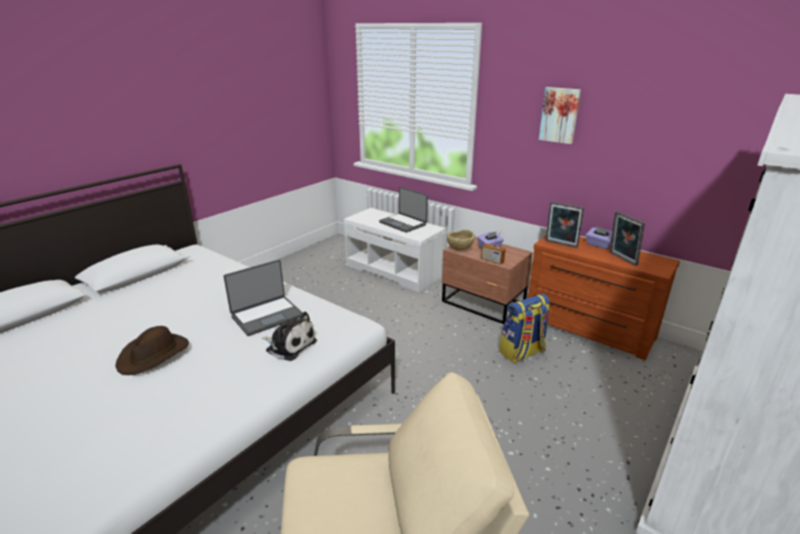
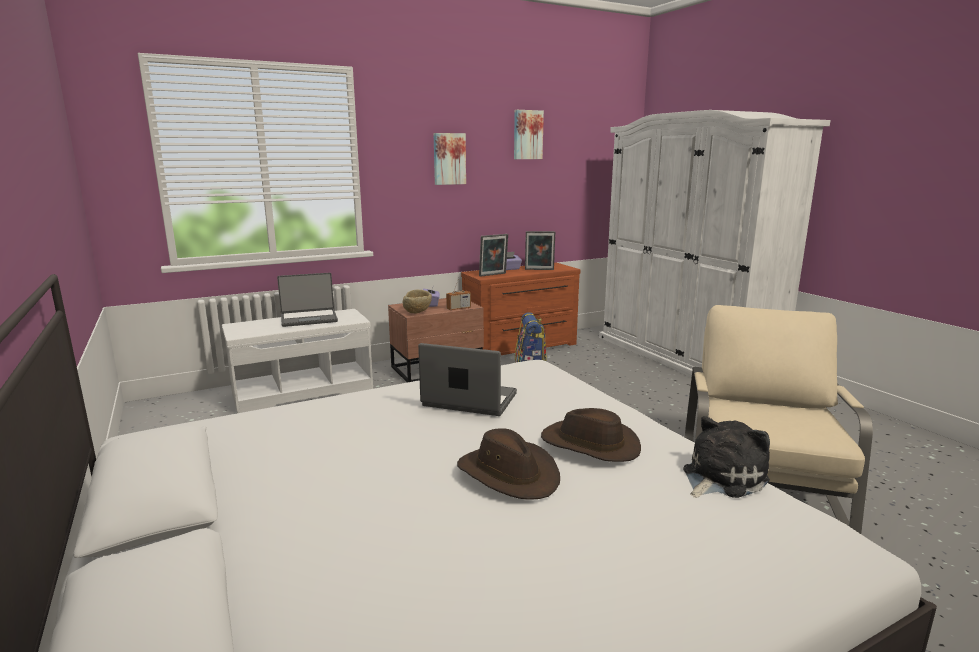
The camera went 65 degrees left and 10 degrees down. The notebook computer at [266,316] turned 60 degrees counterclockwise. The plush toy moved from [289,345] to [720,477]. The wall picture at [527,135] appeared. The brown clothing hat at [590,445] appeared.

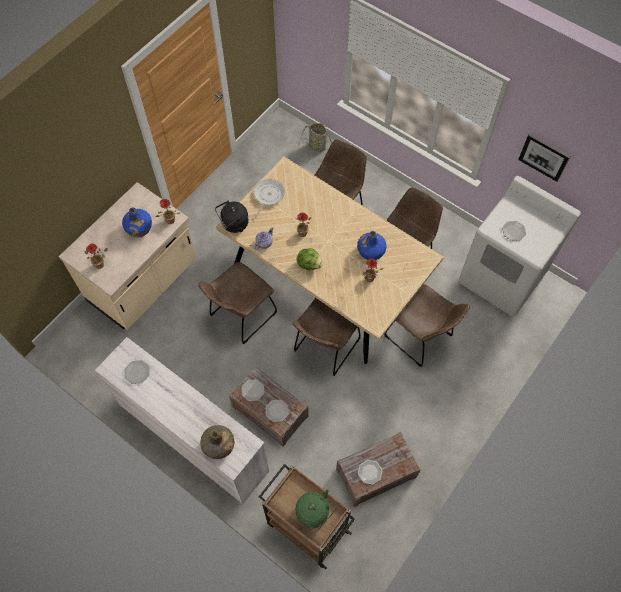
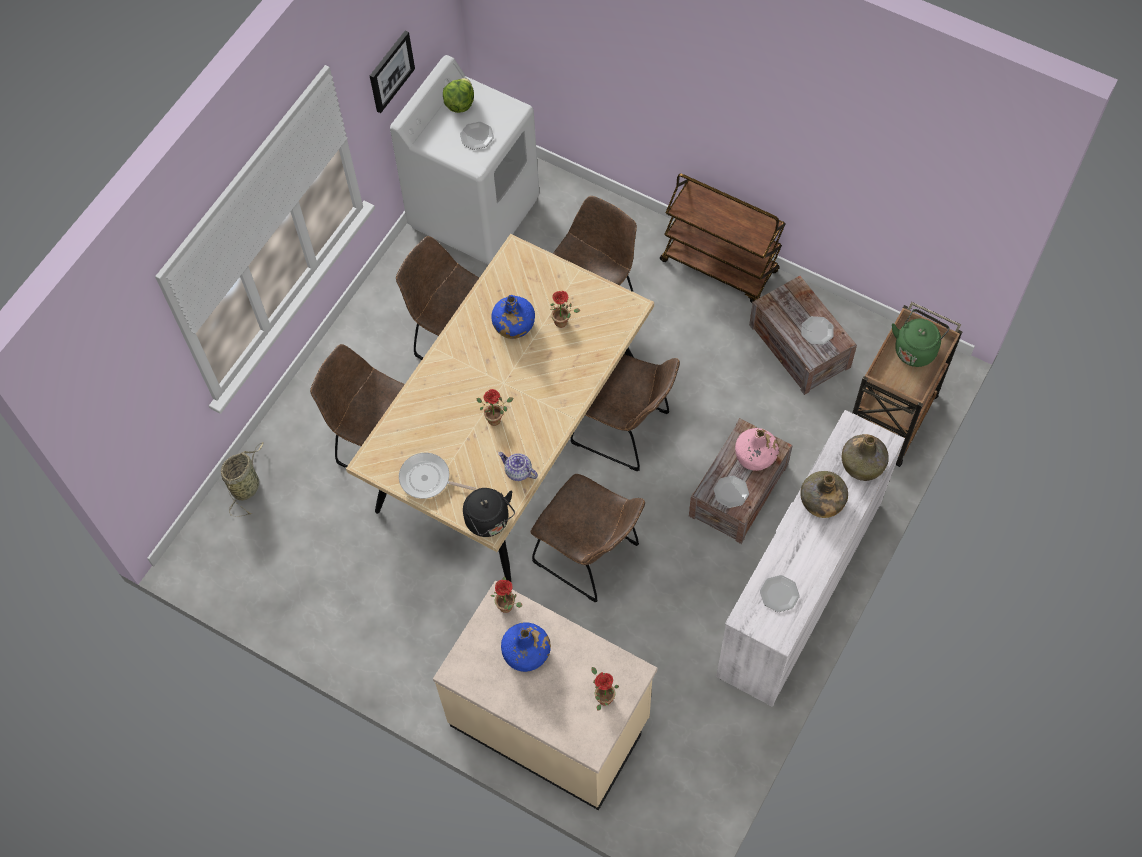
The camera went 95 degrees left and 0 degrees up. The lettuce moved from [309,264] to [459,104]. The flat dish at [276,411] was replaced by the pink bottle at [755,456]. The brown cart at [720,266] appeared. The green bottle at [821,501] appeared.

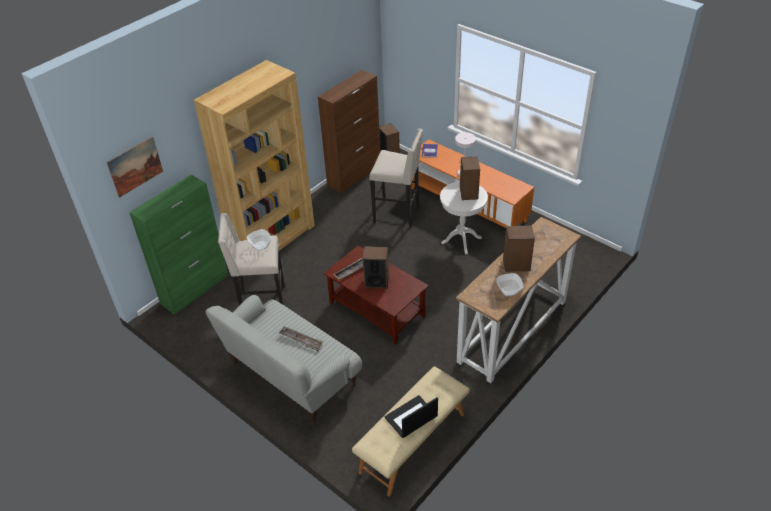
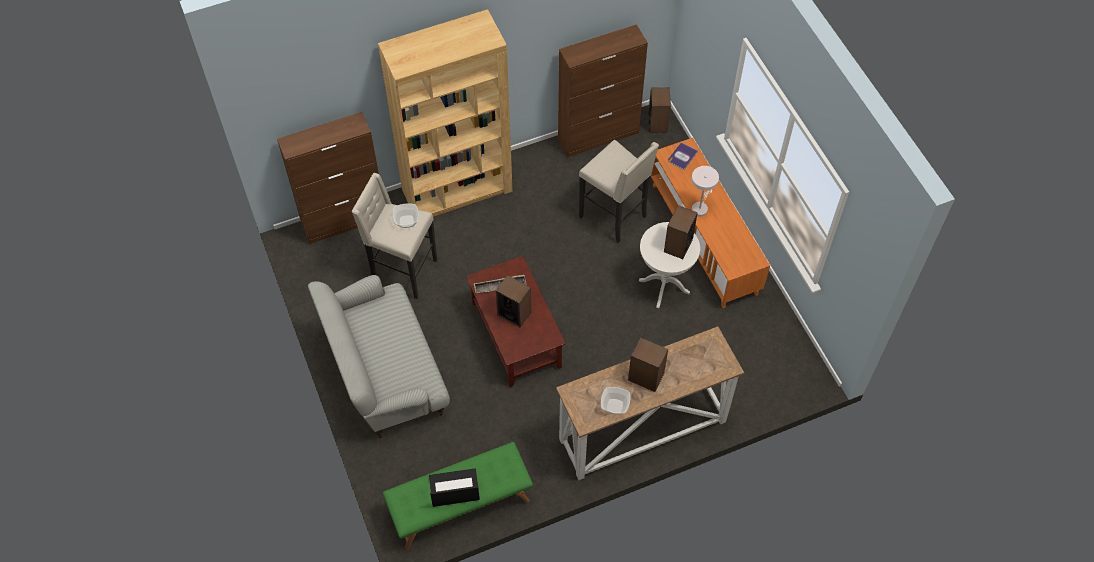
The camera went 25 degrees right and 15 degrees up. The wall picture at [135,166] disappeared. The green cabinet at [195,289] became the brown cabinet at [345,221]. The tray at [301,340] disappeared. The sand-coloured indoor bench at [413,443] became the green indoor bench at [460,507].

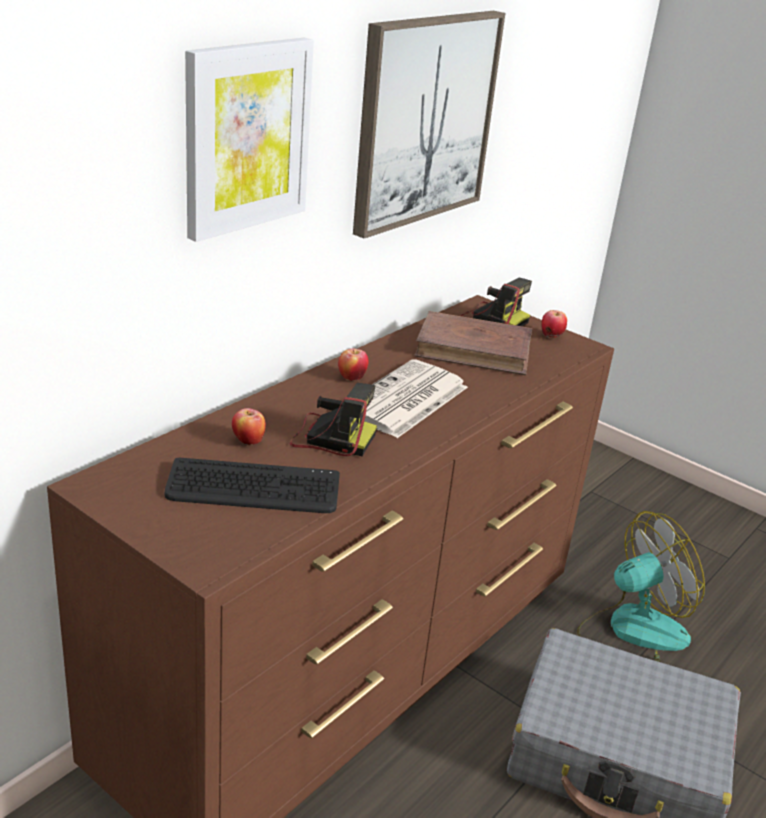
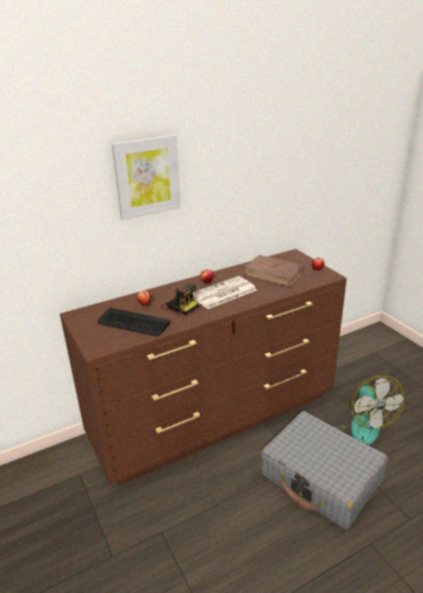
The camera went 25 degrees right and 0 degrees up. The wall picture at [424,120] disappeared. The still camera at [493,319] disappeared. The cooling fan at [632,634] turned 75 degrees clockwise.

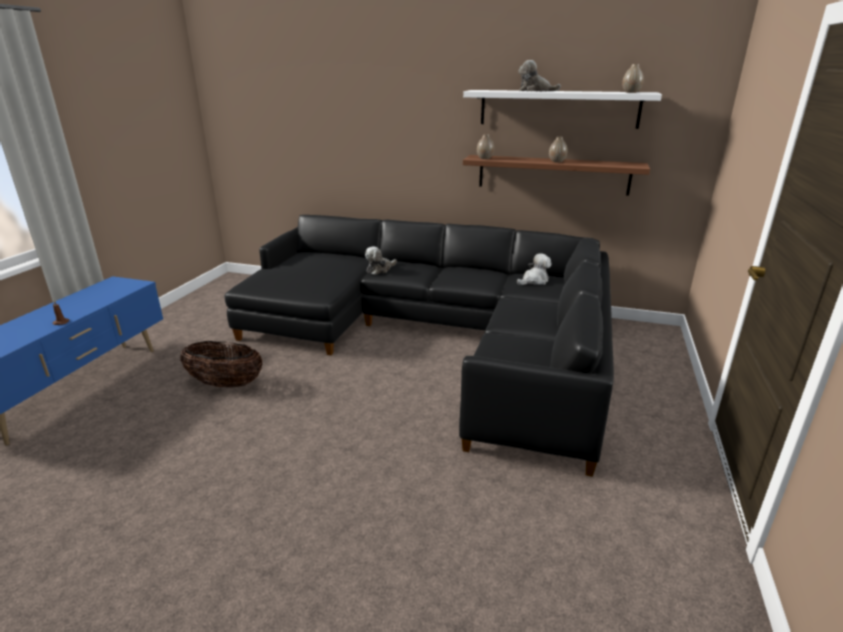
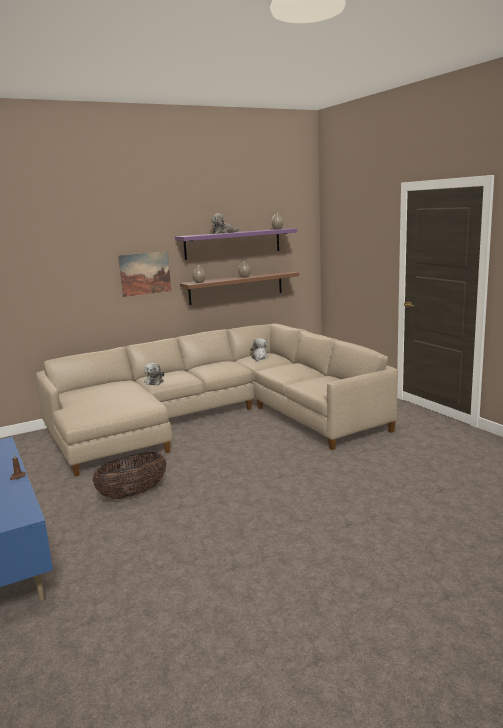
The camera went 45 degrees left and 10 degrees down. The white bracket shelf at [558,108] became the purple bracket shelf at [233,243]. The black couch at [436,337] became the sand-coloured couch at [215,419]. The wall picture at [145,273] appeared.

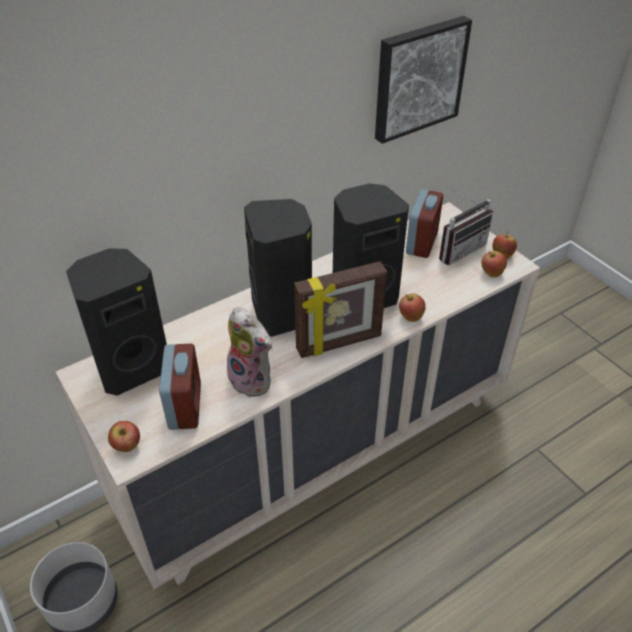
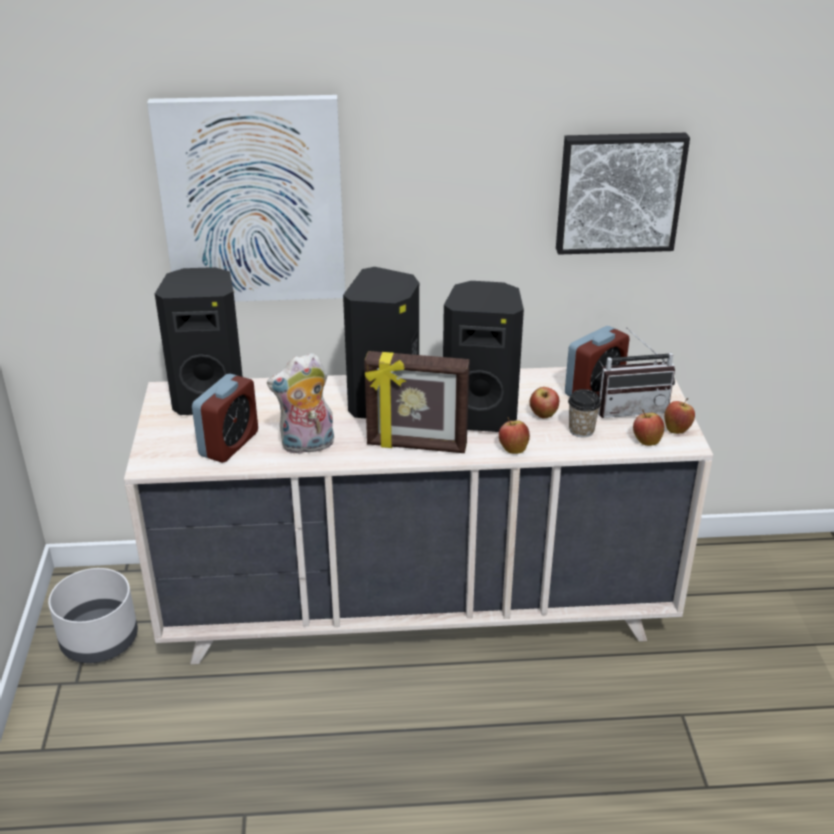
The camera went 30 degrees right and 10 degrees down. The plush toy at [253,380] turned 90 degrees clockwise. The apple fruit moved from [127,446] to [543,415]. The wall picture at [253,201] appeared. The drinking cup at [581,430] appeared.

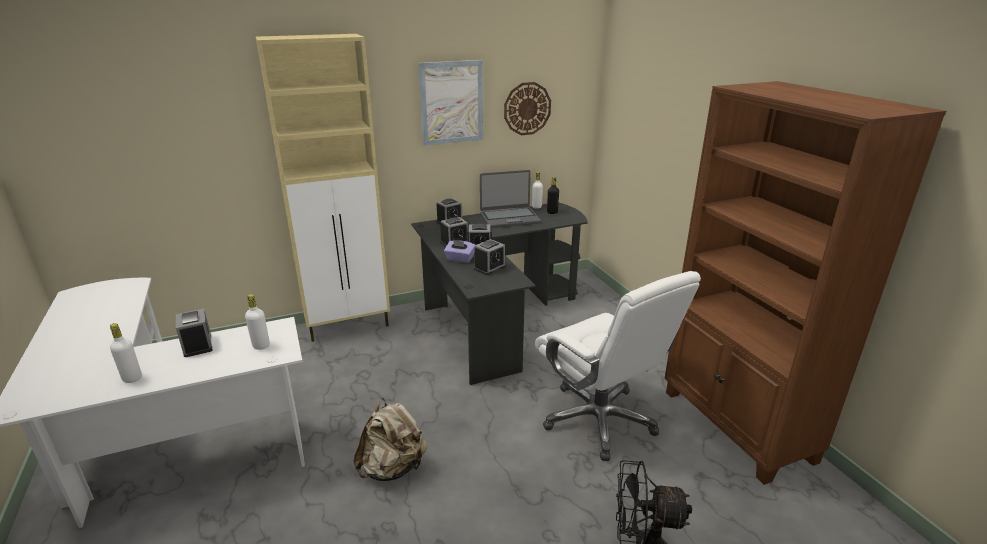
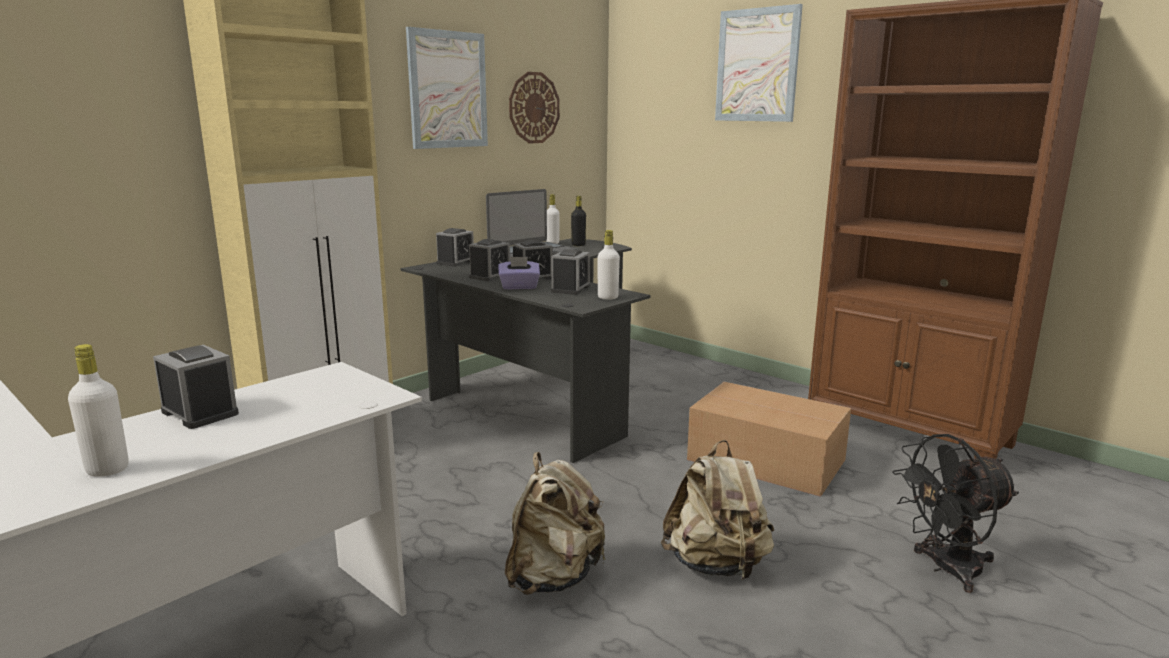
The camera went 25 degrees left and 10 degrees down. The white office chair at [600,420] was replaced by the packing box at [767,460]. The white bottle moved from [261,345] to [608,297]. The wall picture at [757,65] appeared. The sand-coloured backpack at [716,565] appeared.

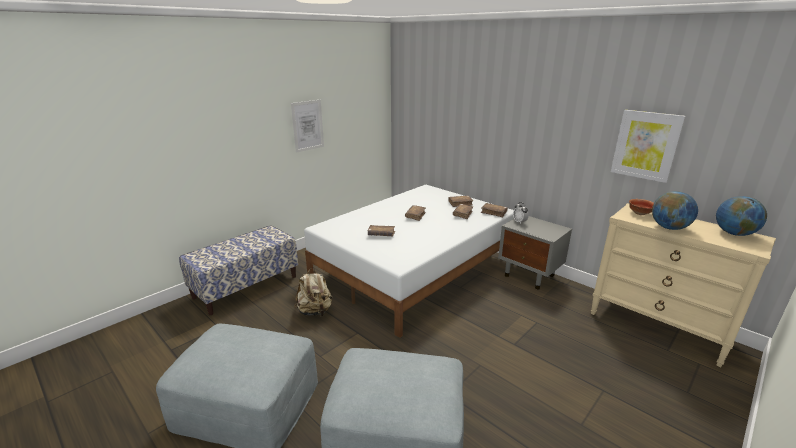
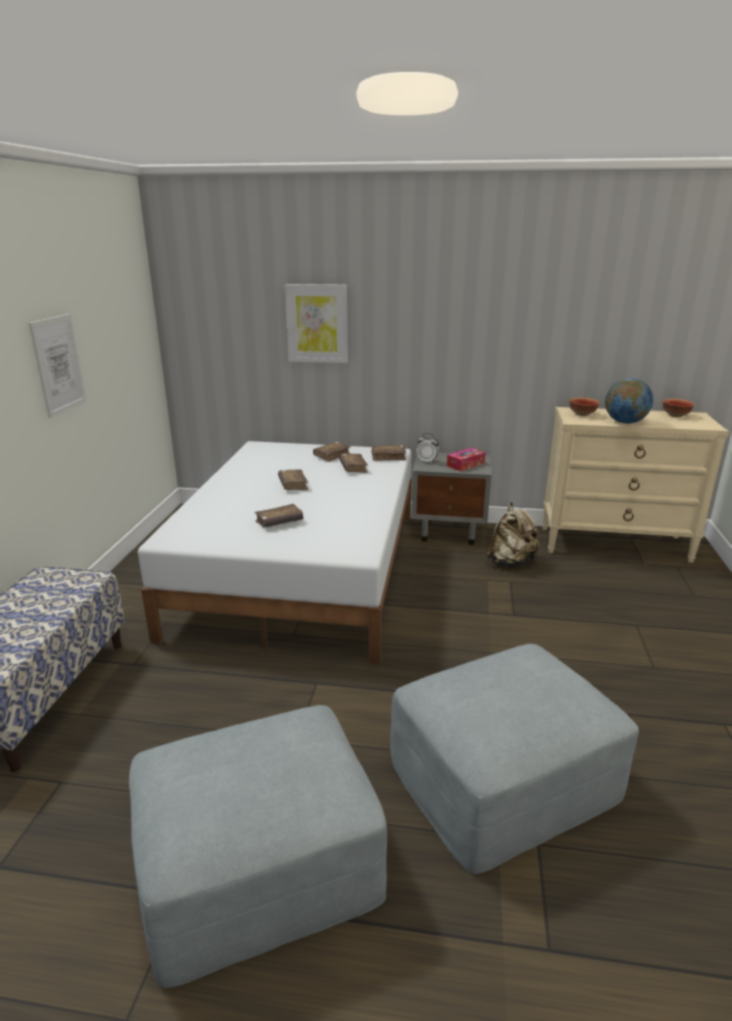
The camera went 35 degrees left and 0 degrees up. The wall picture moved from [646,145] to [317,323]. The globe at [734,233] was replaced by the serving bowl at [676,416]. The sand-coloured backpack moved from [315,311] to [510,562]. The box of tissues at [465,464] appeared.

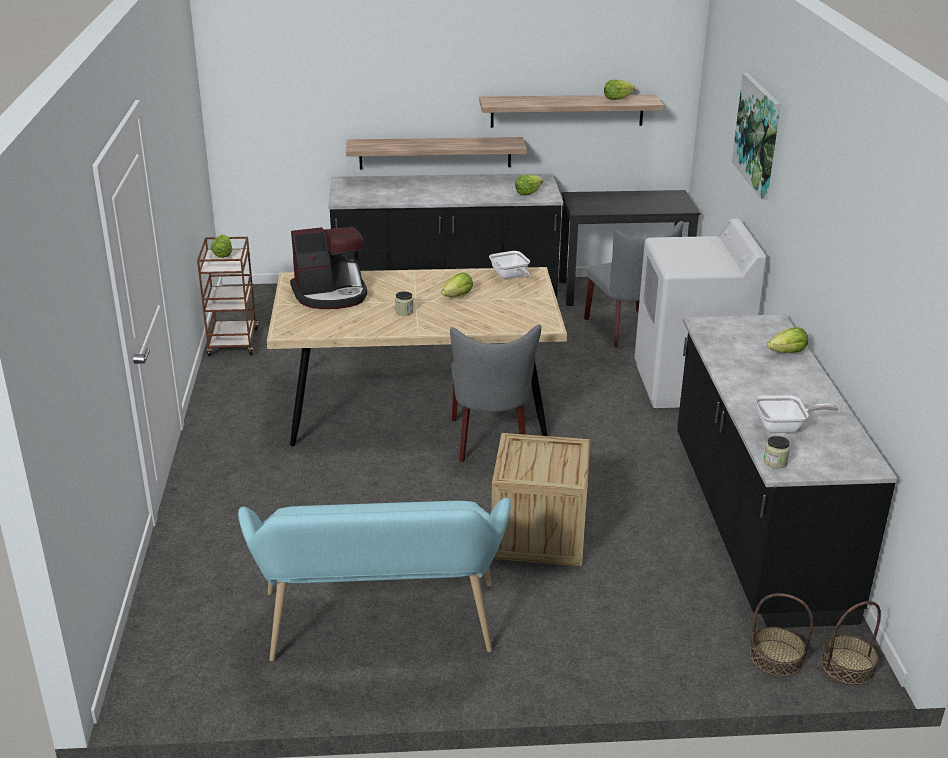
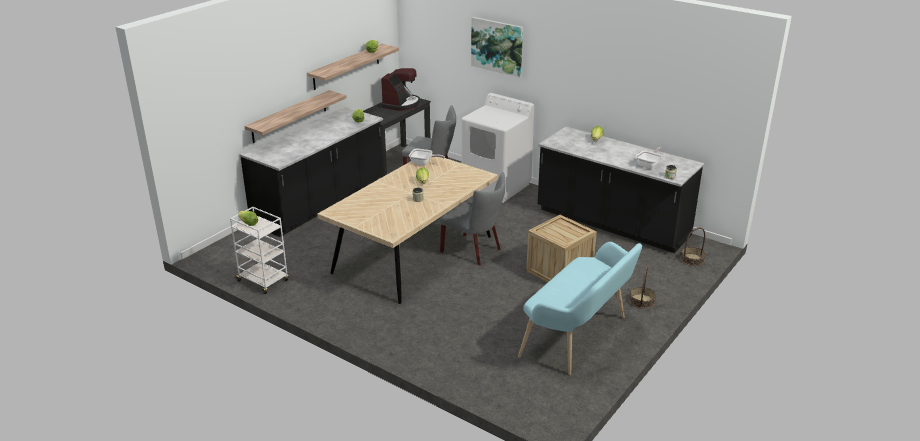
The camera went 50 degrees left and 0 degrees up. The coffee maker moved from [331,294] to [401,104]. The brown cart at [233,343] became the white cart at [263,281]. The storage basket moved from [848,666] to [642,301].

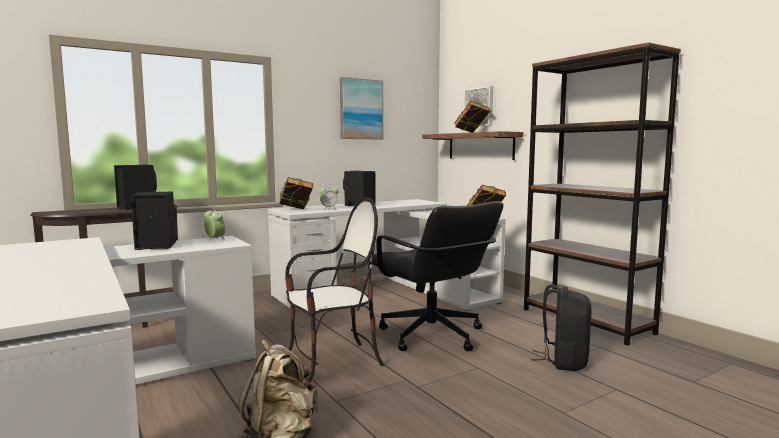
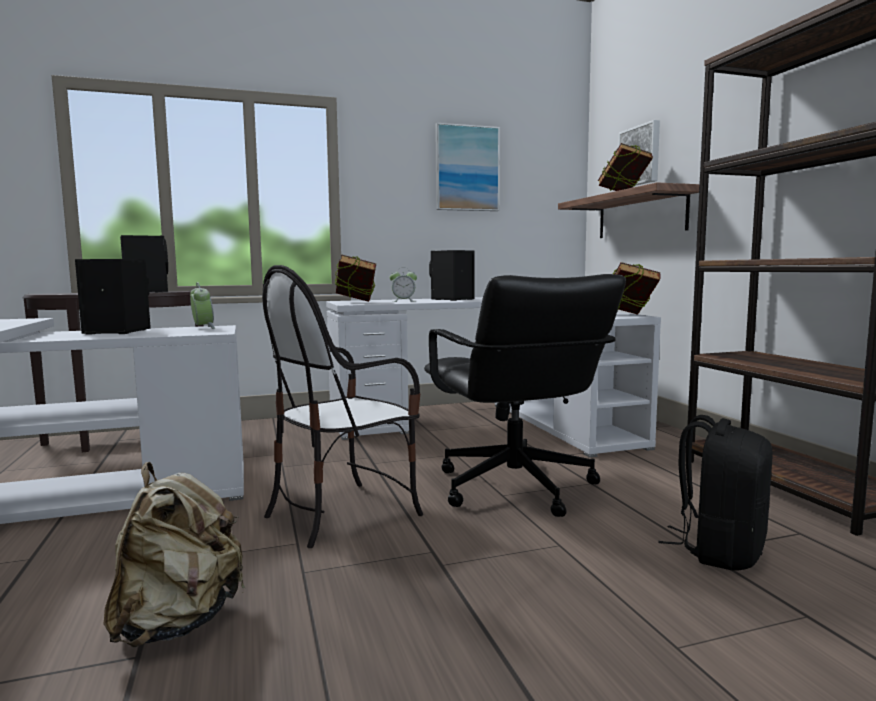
The camera went 15 degrees right and 0 degrees up. The chair at [333,362] turned 150 degrees clockwise.

